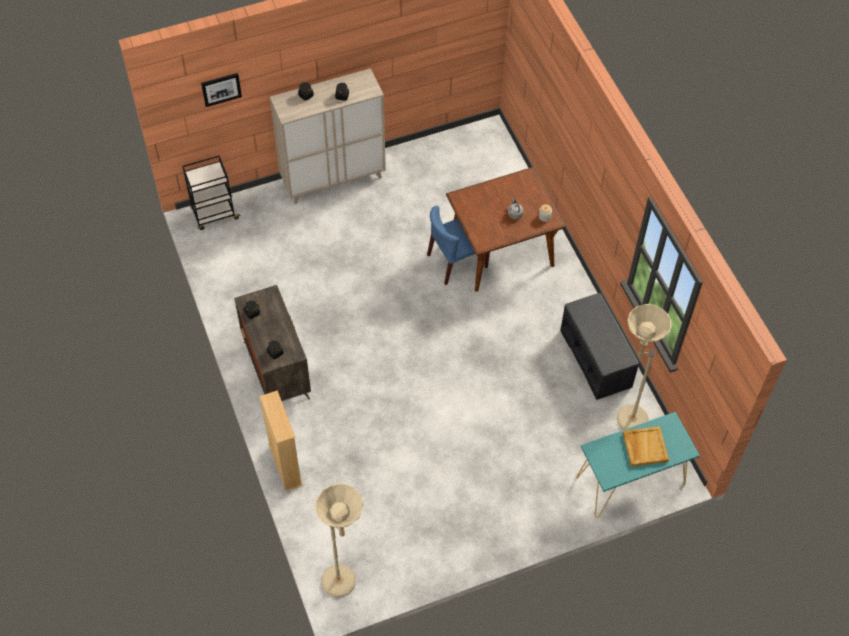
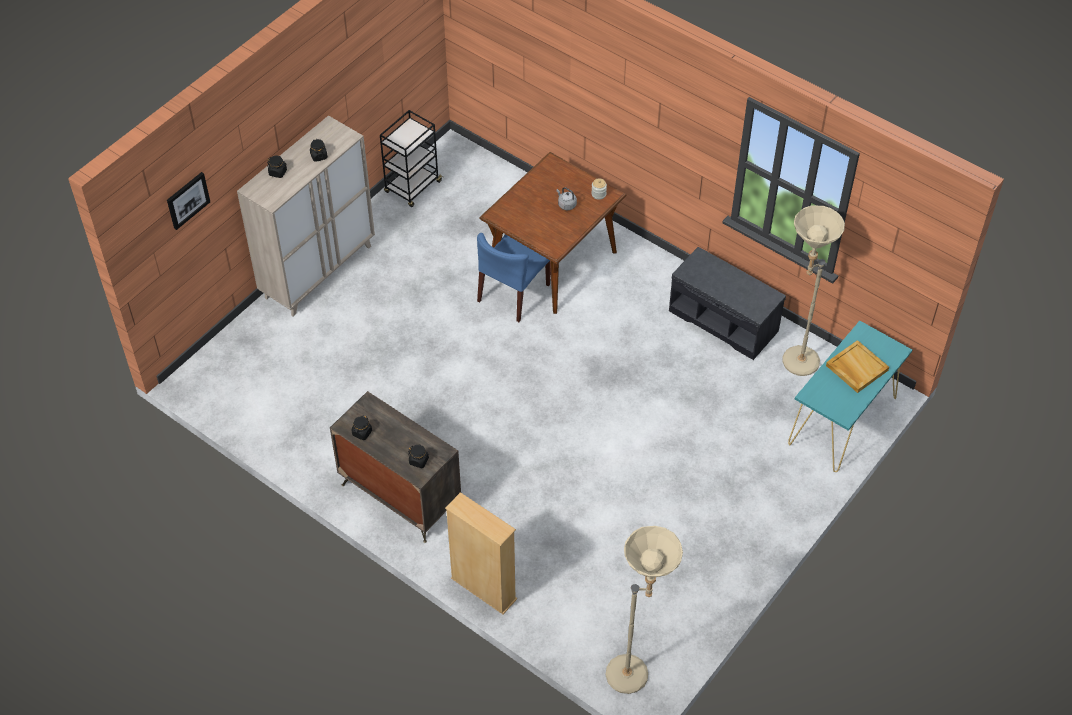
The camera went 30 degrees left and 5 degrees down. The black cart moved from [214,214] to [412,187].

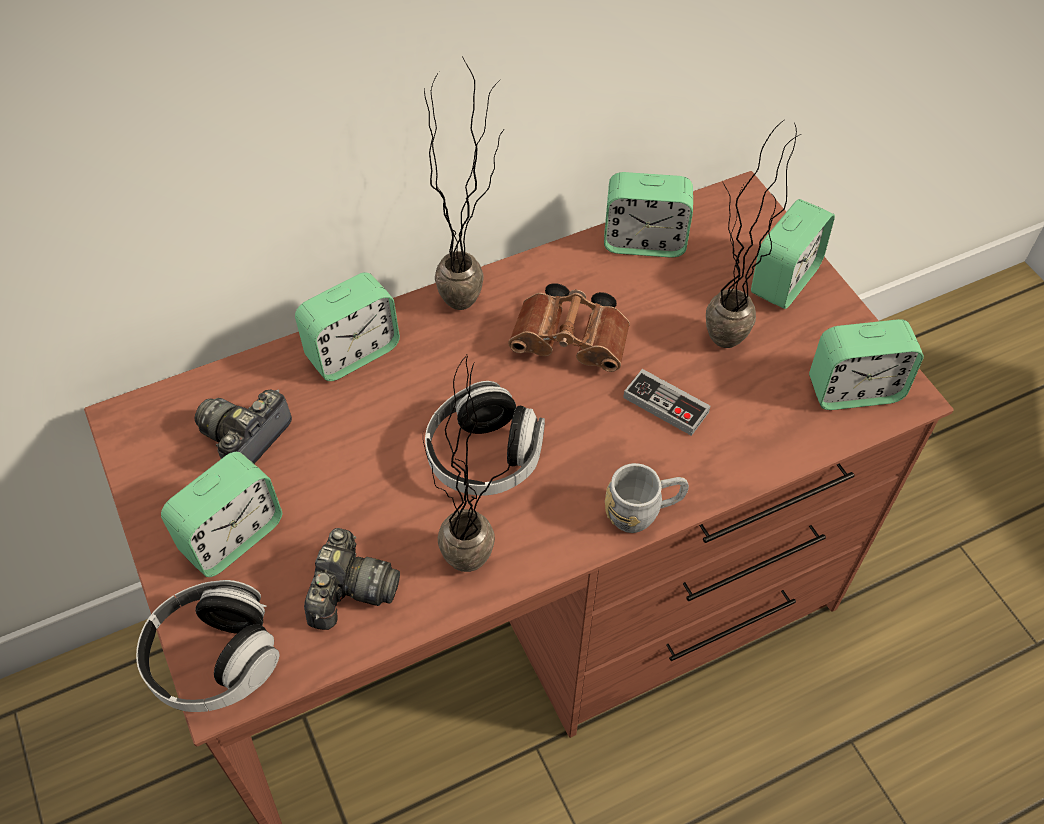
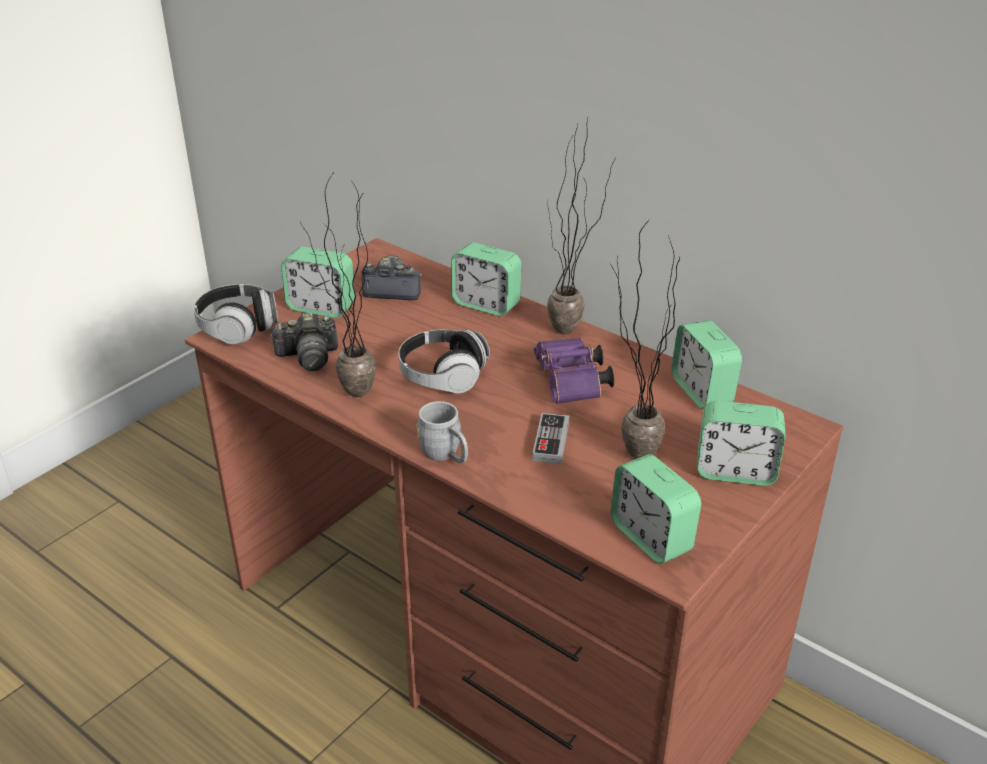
The camera went 65 degrees right and 20 degrees down. The brown pair of binoculars at [573,343] became the purple pair of binoculars at [572,385].

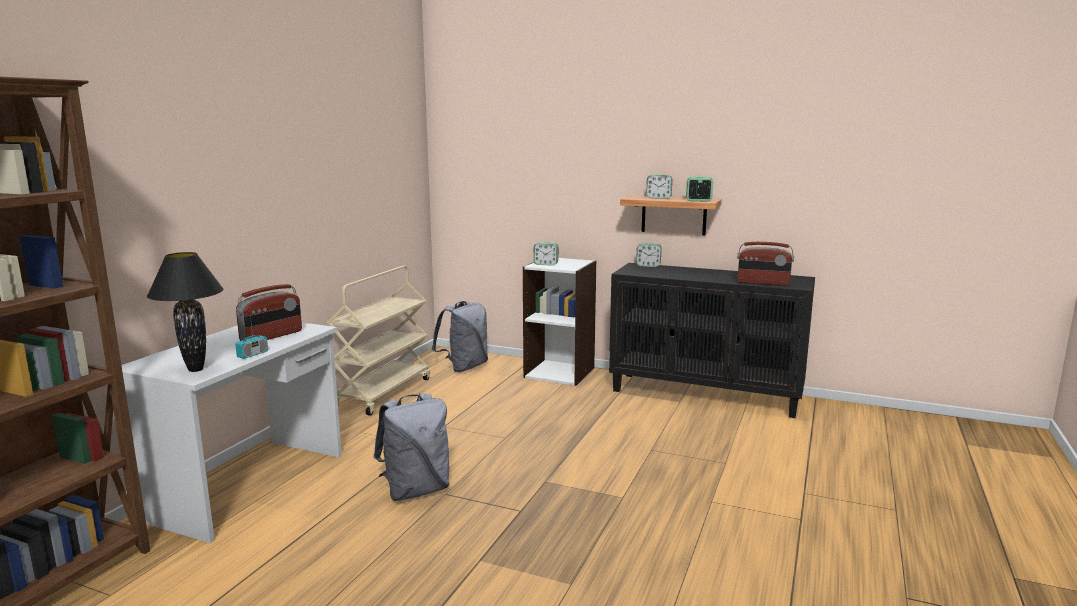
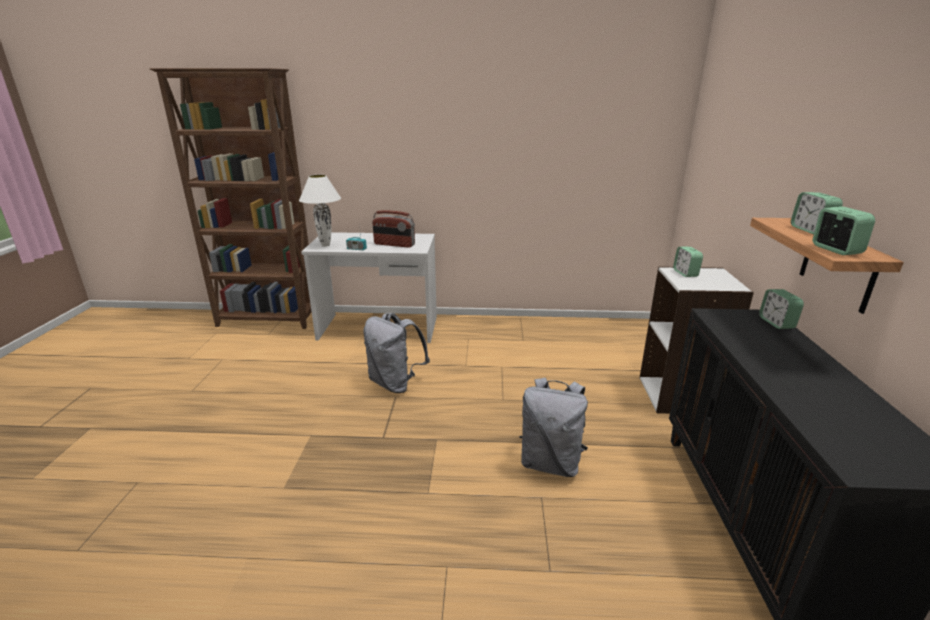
The camera went 70 degrees right and 10 degrees up. The radio at [763,283] disappeared. The black lamp for a table at [196,369] became the white lamp for a table at [326,245]. The sand-coloured cart at [383,392] disappeared. The gray backpack moved from [464,367] to [550,463].

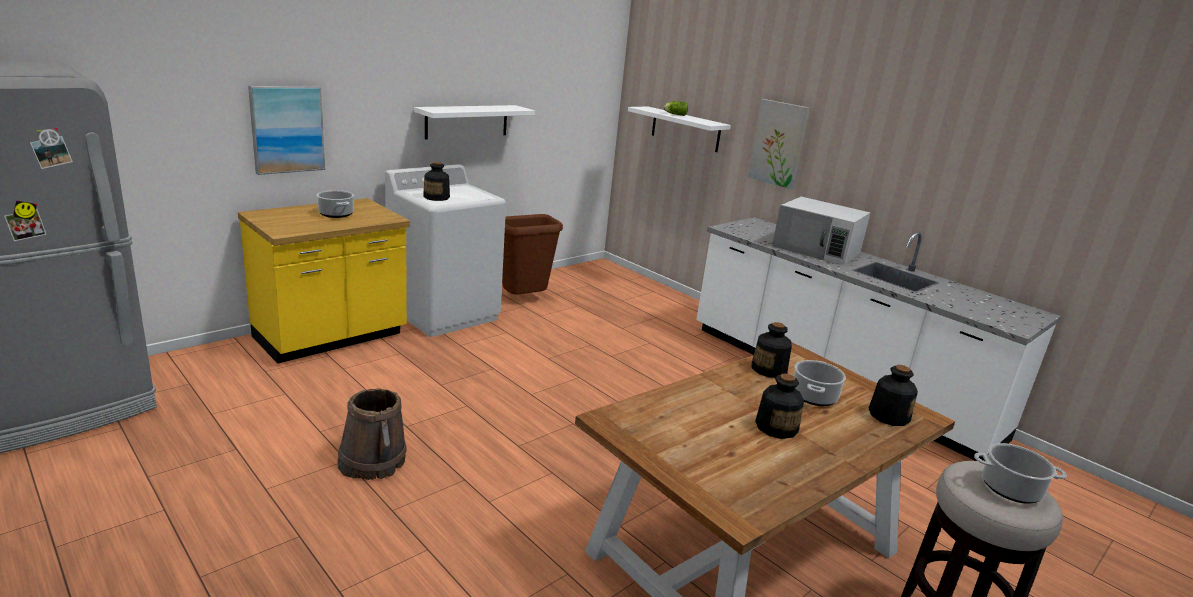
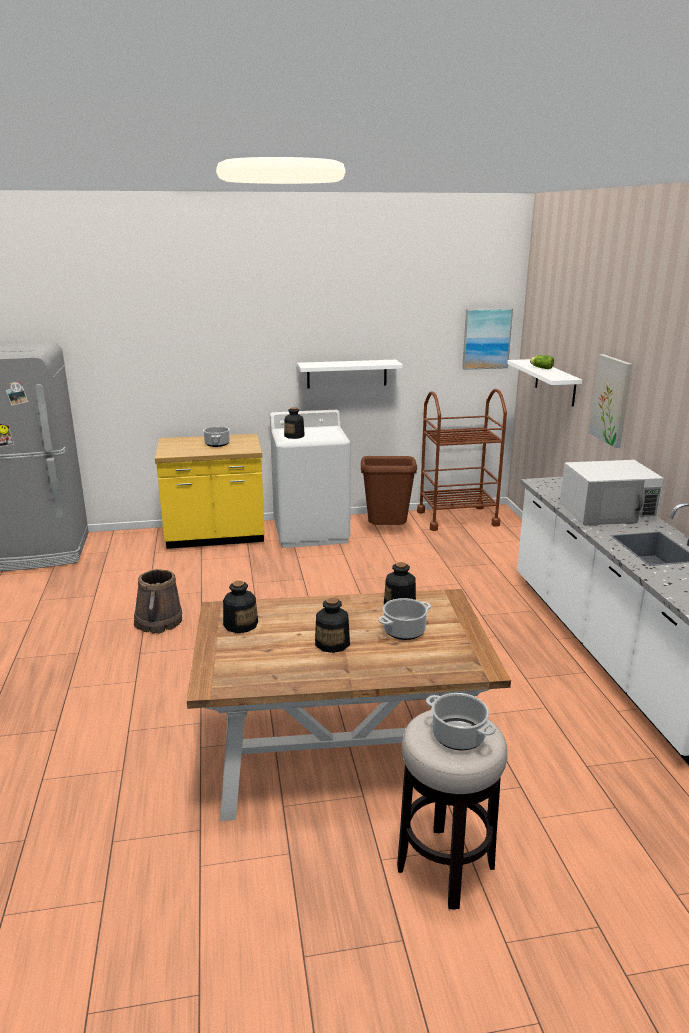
The camera went 35 degrees right and 0 degrees up. The wall picture moved from [287,129] to [486,338]. The white microwave at [817,249] turned 75 degrees counterclockwise. The bottle moved from [888,415] to [240,624]. The brown cart at [457,518] appeared.

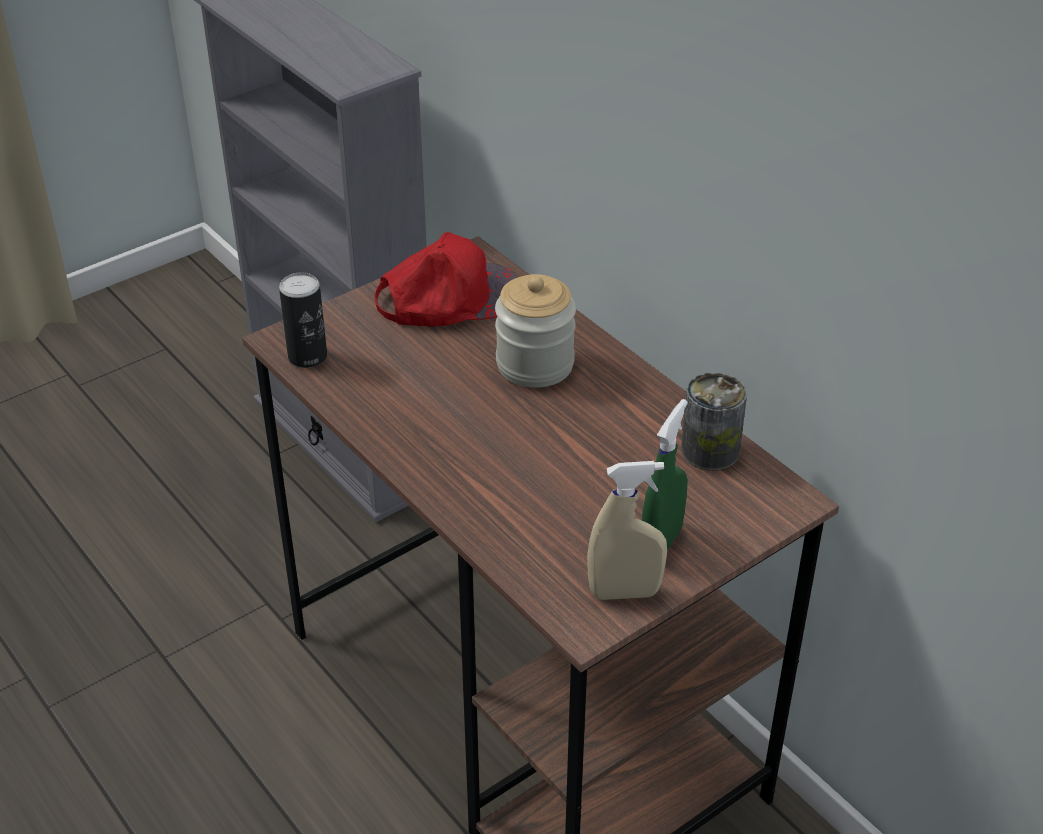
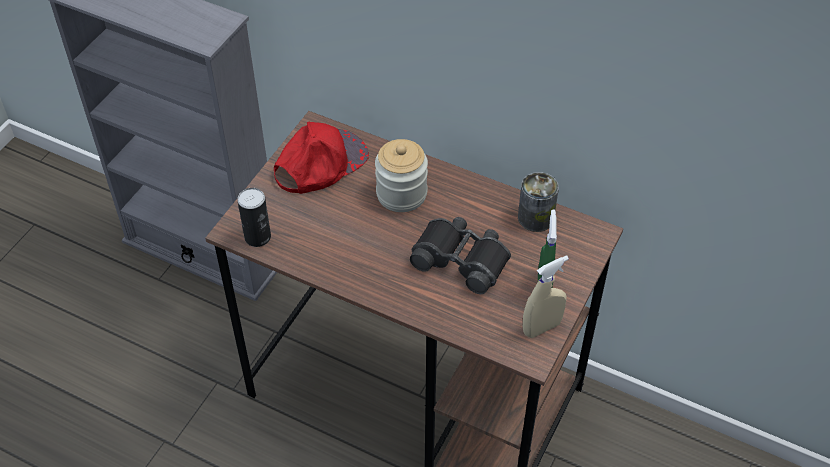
The camera went 25 degrees left and 10 degrees up. The black pair of binoculars at [461,259] appeared.

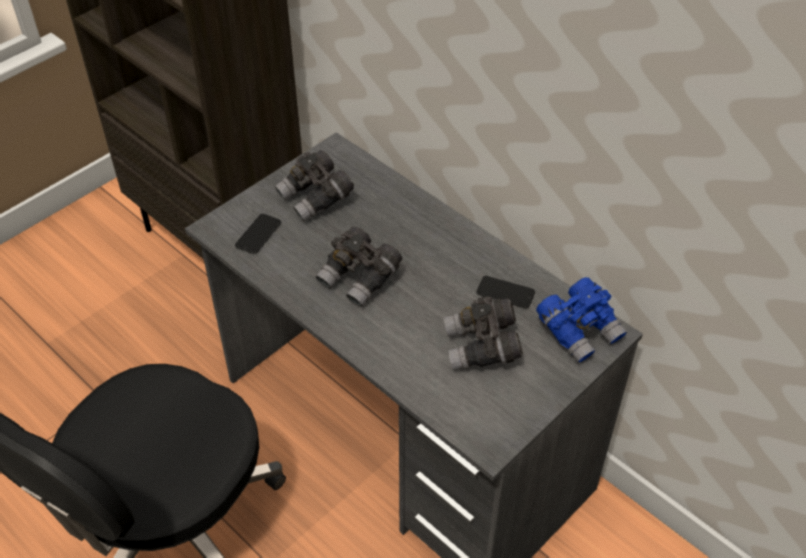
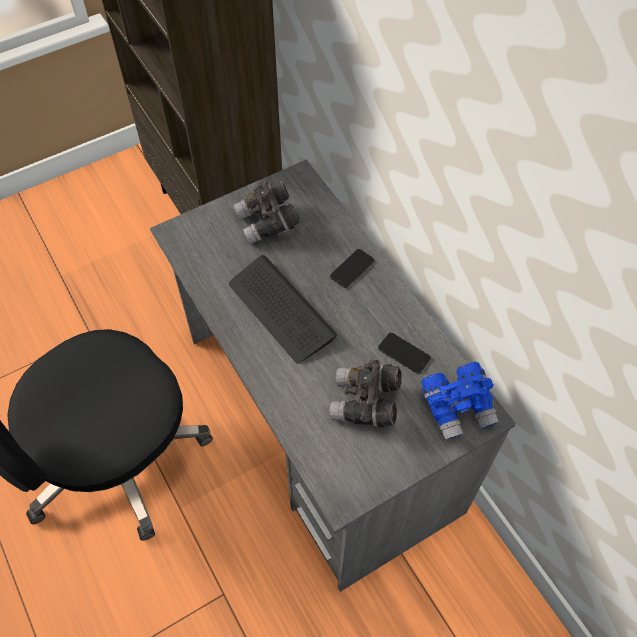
The camera went 15 degrees right and 10 degrees up. The phone moved from [258,234] to [352,269]. The gray pair of binoculars at [360,279] was replaced by the keyboard at [281,310].

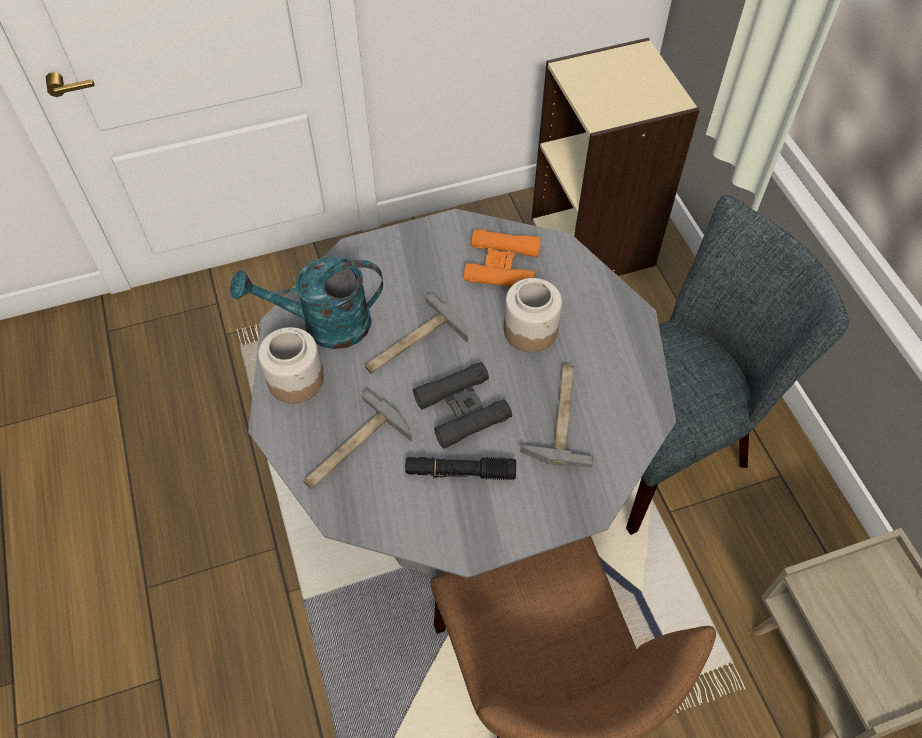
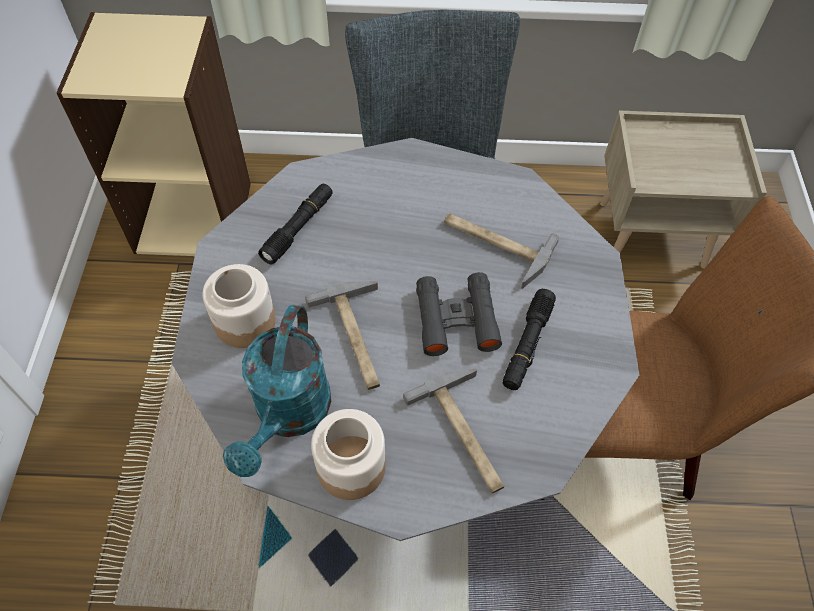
The camera went 70 degrees left and 0 degrees up. The orange-coloured pair of binoculars at [502,265] was replaced by the black flashlight at [298,228]. The jar moved from [531,330] to [244,321].

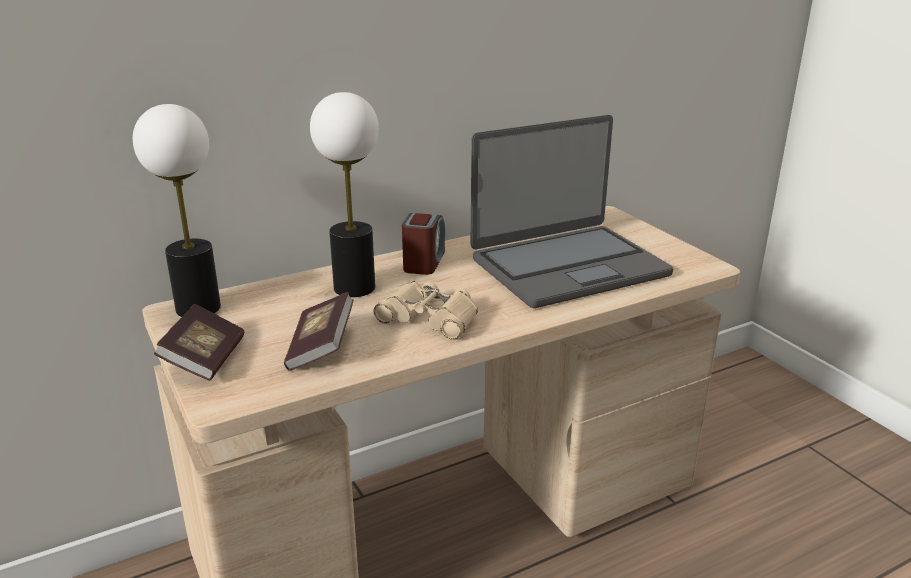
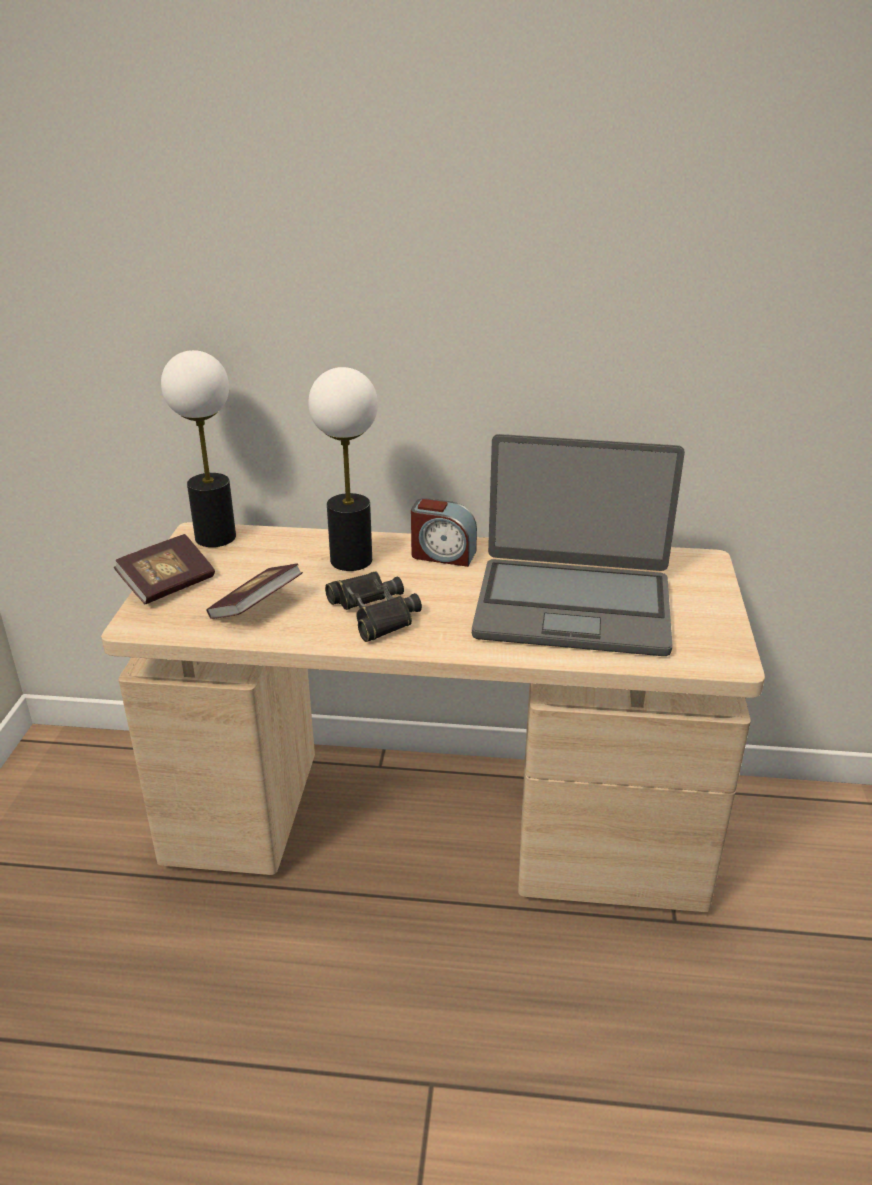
The camera went 35 degrees right and 5 degrees up. The table clock at [424,262] turned 60 degrees clockwise. The sand-coloured pair of binoculars at [430,318] became the black pair of binoculars at [374,613].

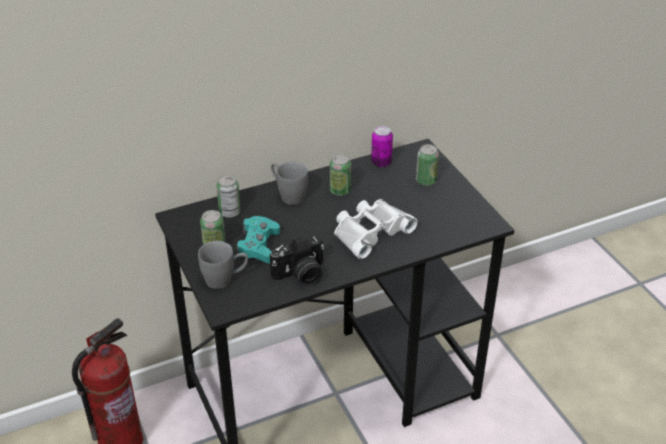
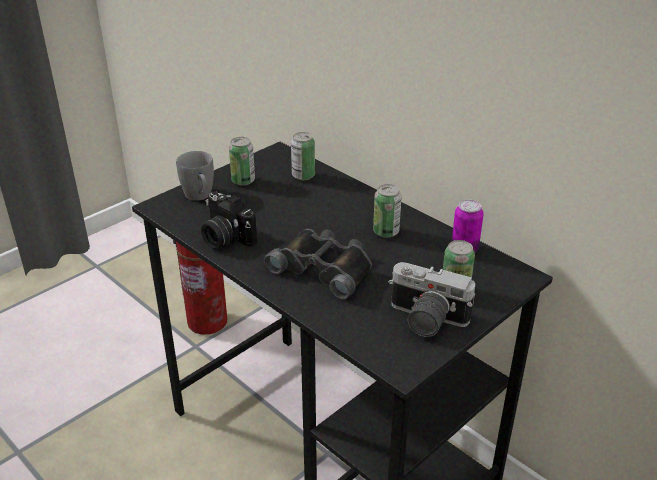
The camera went 70 degrees right and 5 degrees down. The gray tea mug at [288,195] disappeared. The white pair of binoculars at [370,232] became the black pair of binoculars at [324,268]. The blue-green gamepad at [259,245] disappeared. The still camera at [424,320] appeared.

